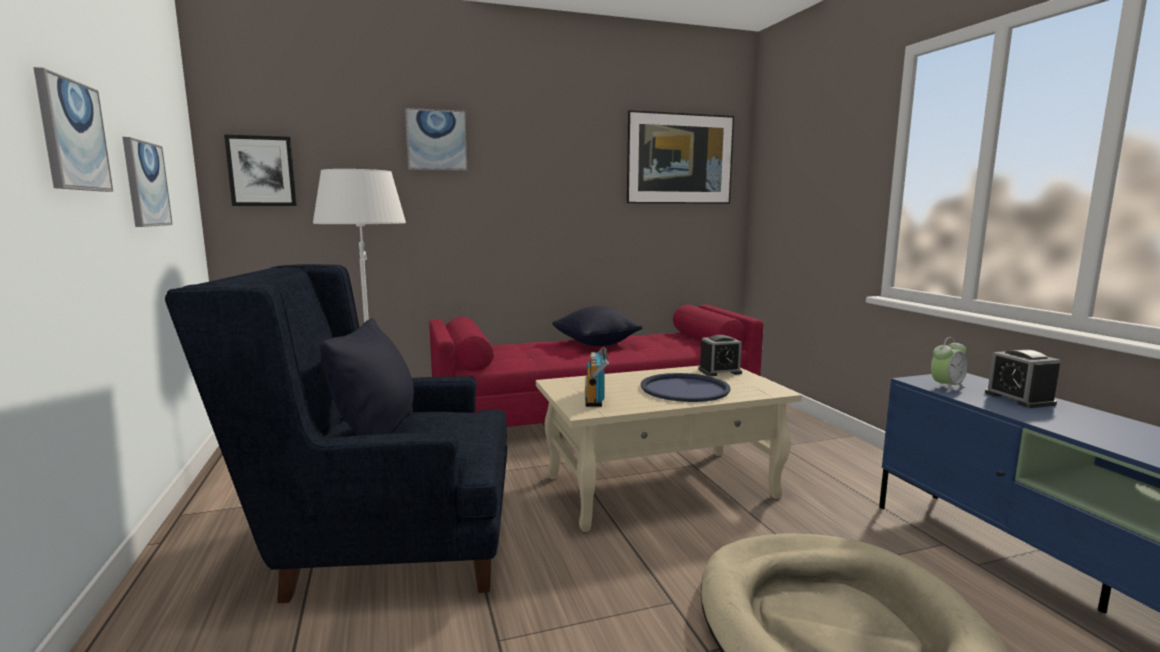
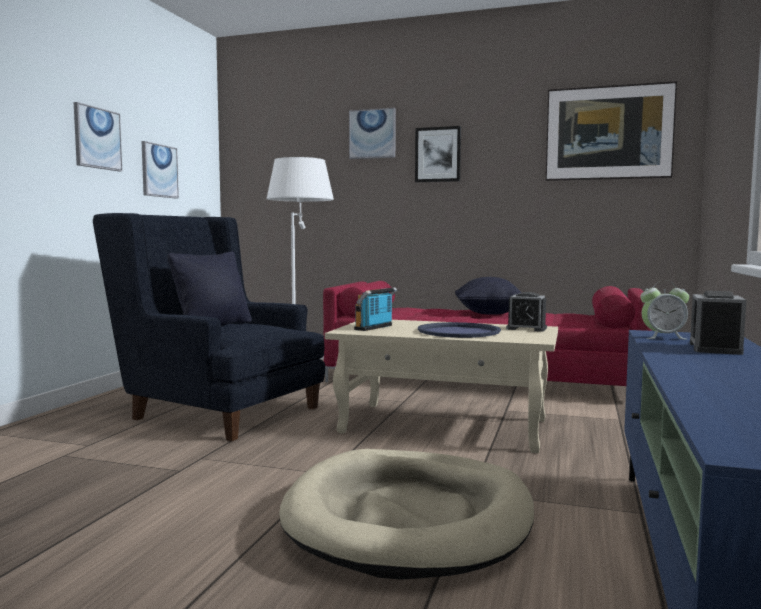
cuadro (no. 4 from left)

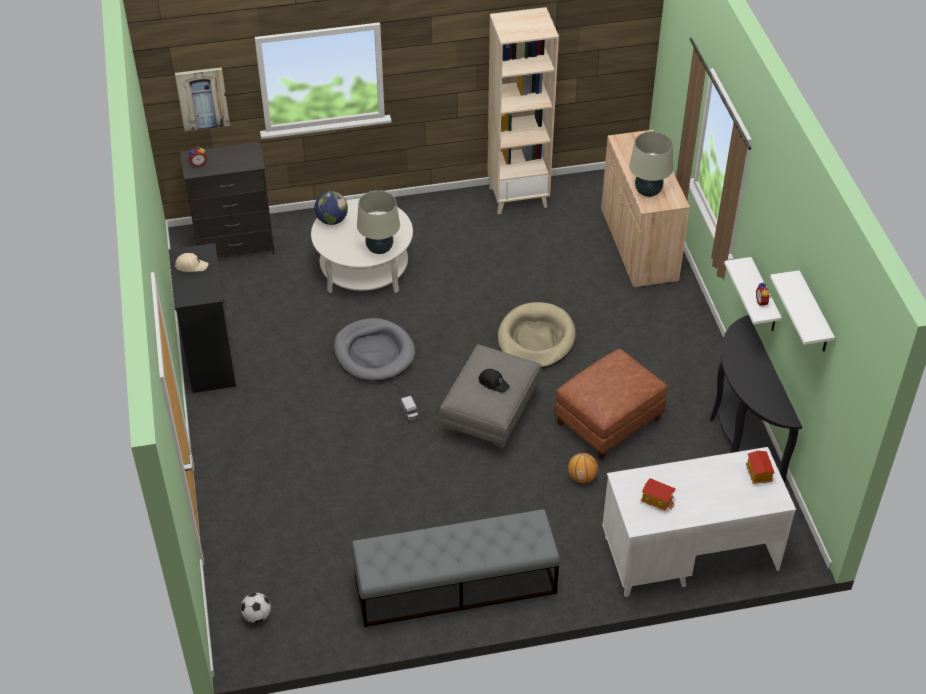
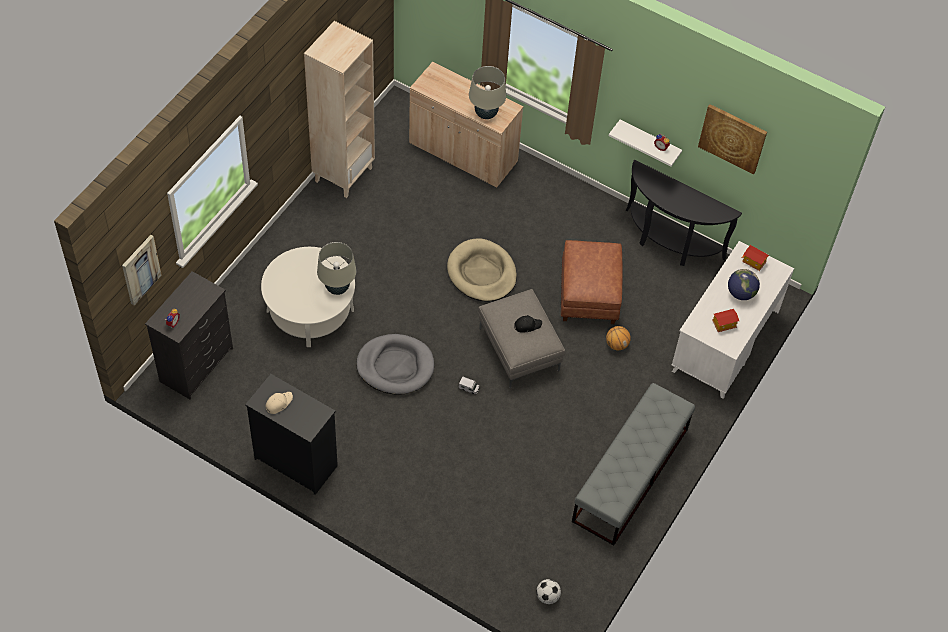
cuadro (no. 2 from left)
globo terráqueo

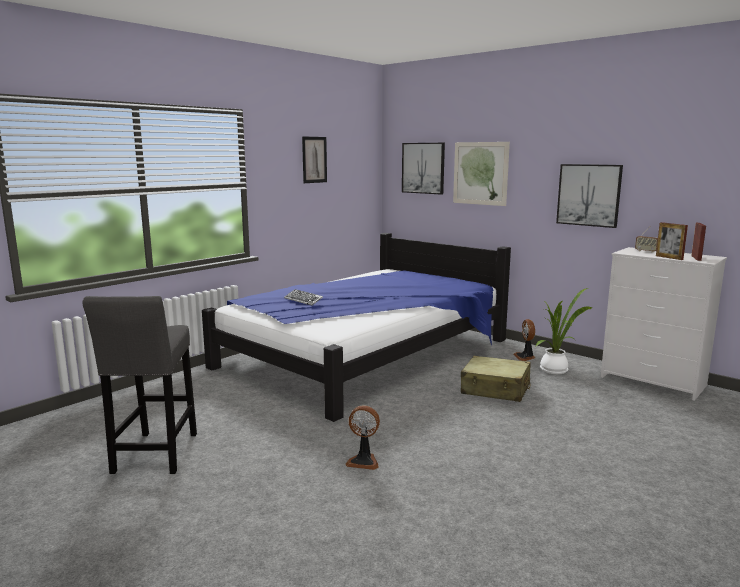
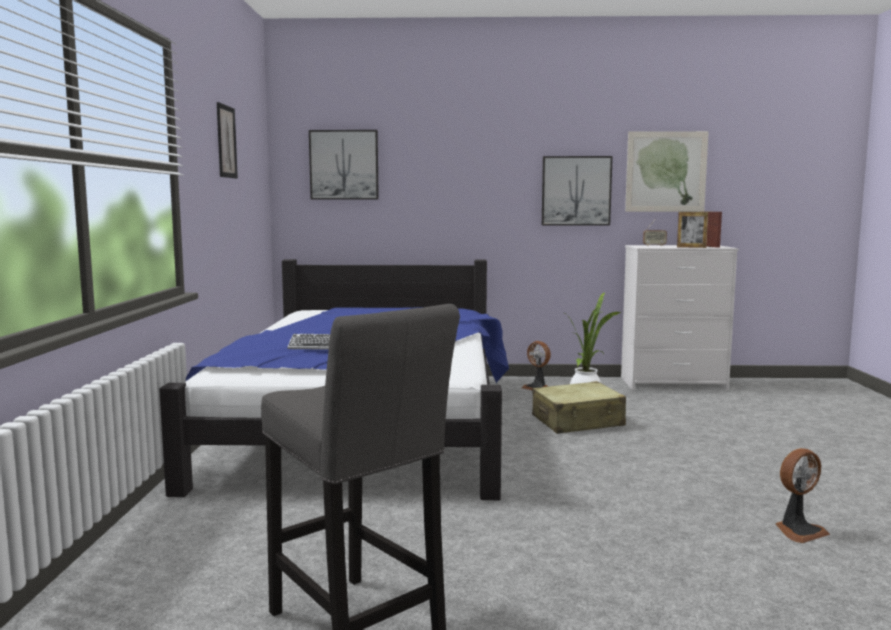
cuadro (no. 4 from left)
ventilador (no. 2 from left)

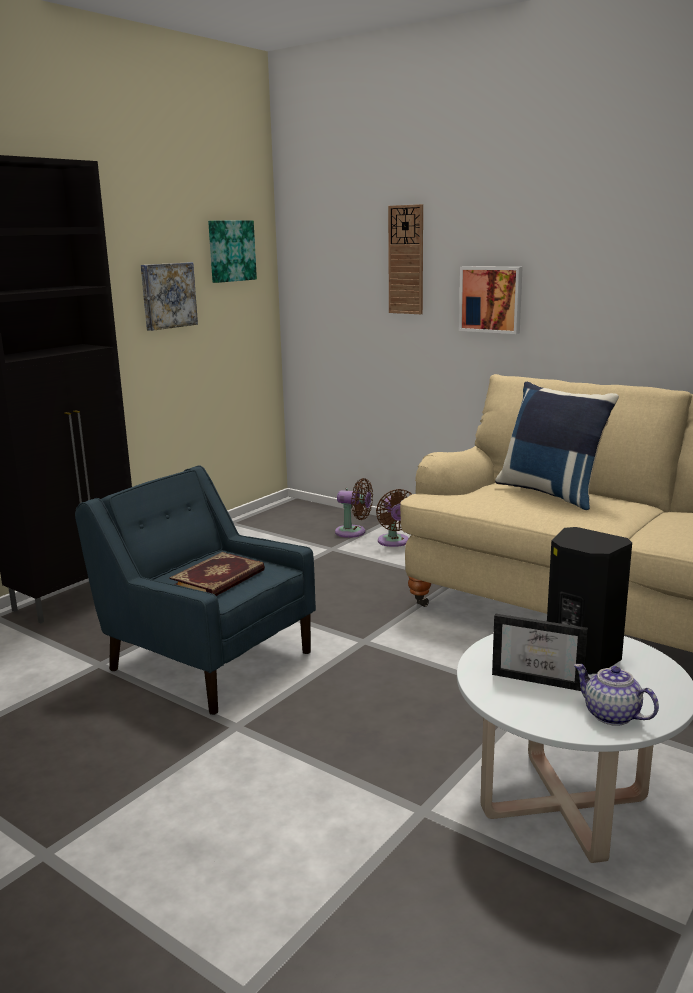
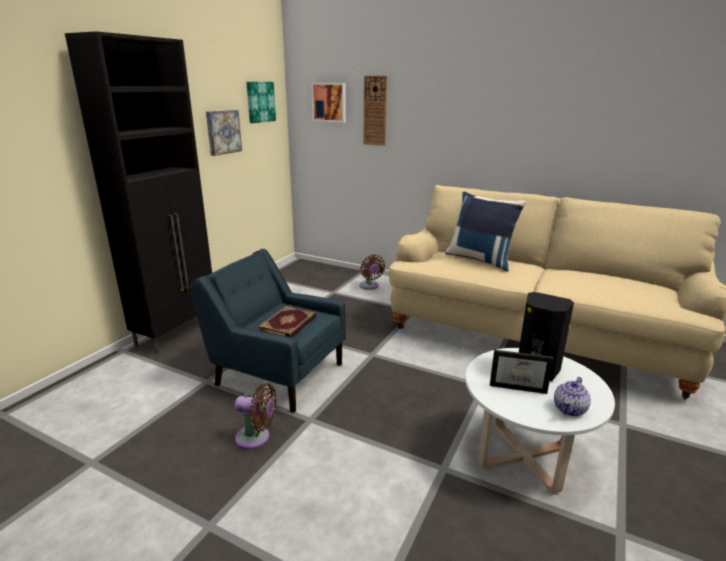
ventilador/marrón (no. 1 from left)
cuadro (no. 3 from left)
tetera

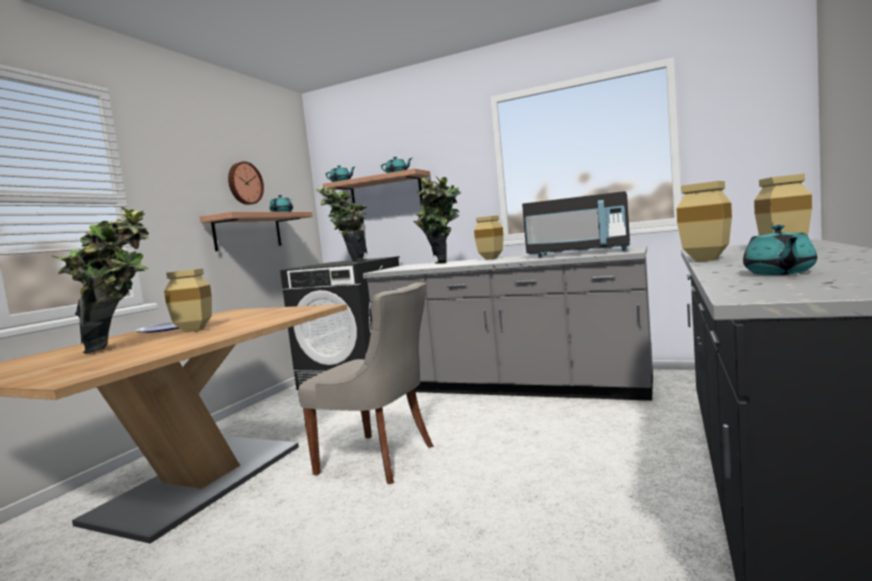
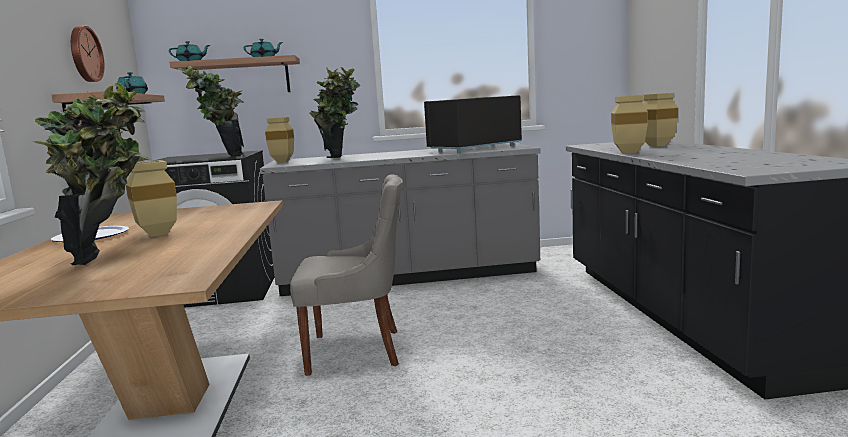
florero/beis (no. 2 from left)
microondas/negro
tetera/turquesa (no. 4 from left in the first image)

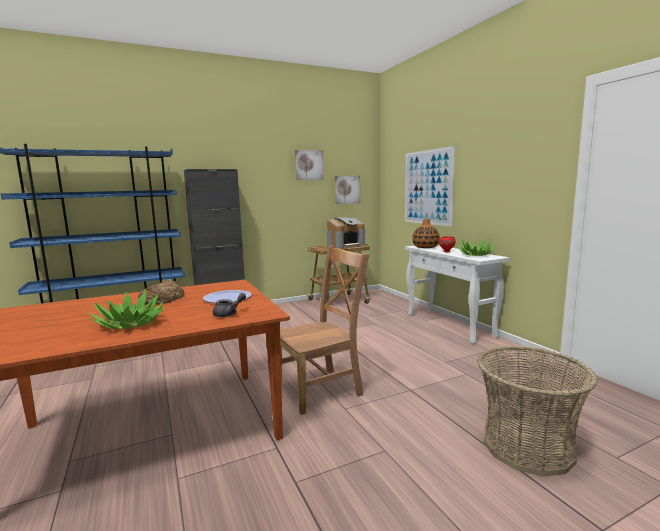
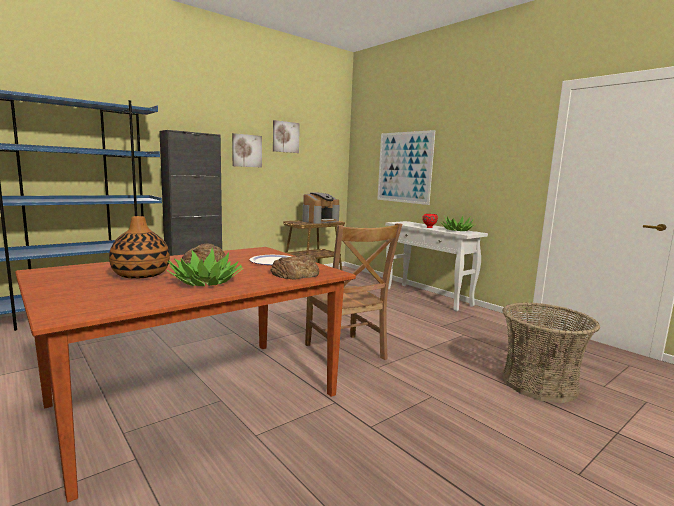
florero
cuadro (no. 1 from left)
pan (no. 2 from left)
silla/marrón

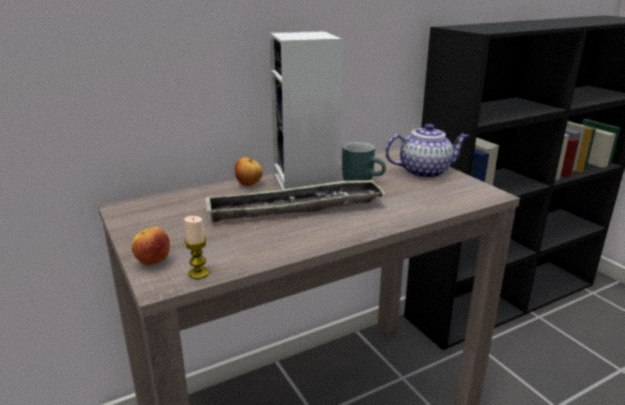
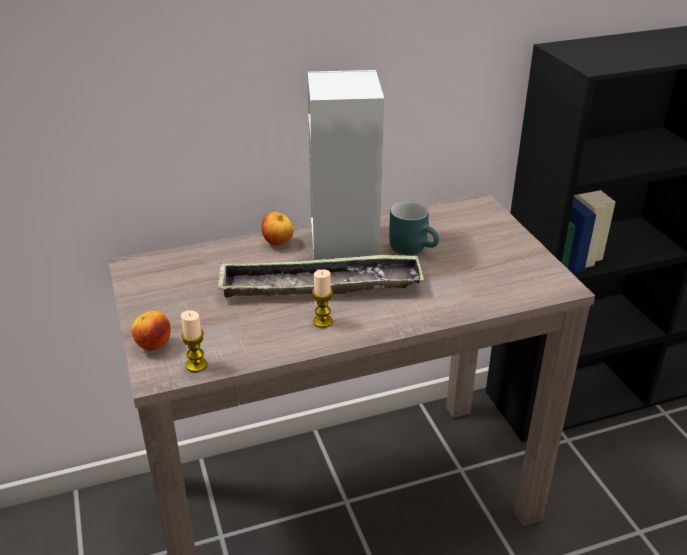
vela (no. 2 from left)
tetera

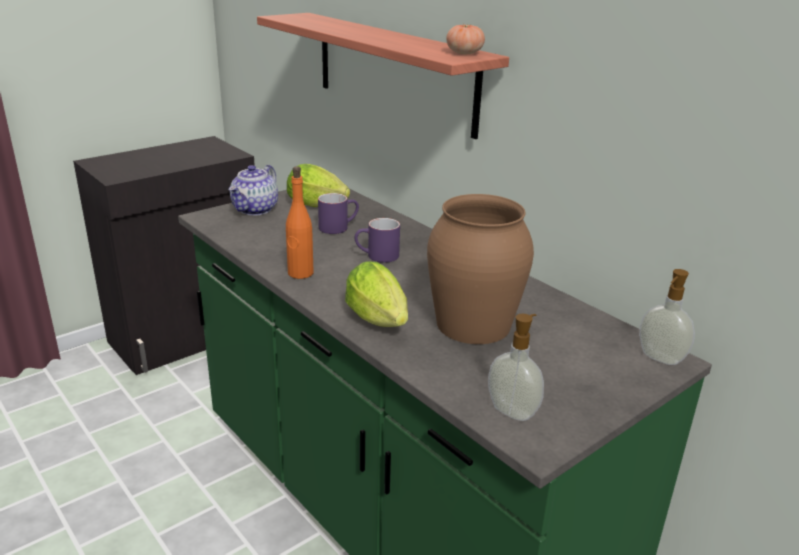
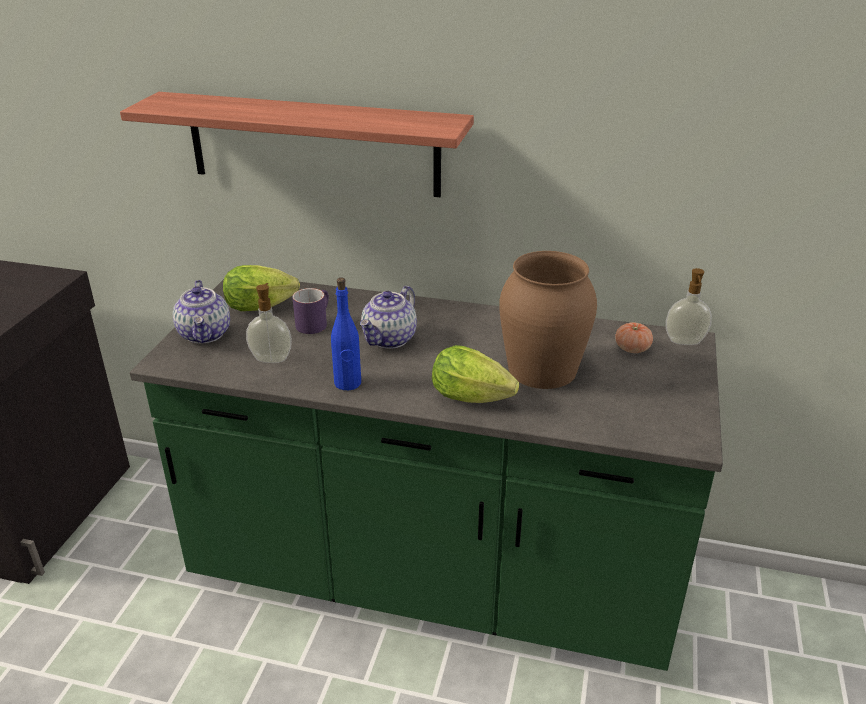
dispensador de jabón (no. 1 from left)
botella/azul
tetera (no. 2 from left)
tomate

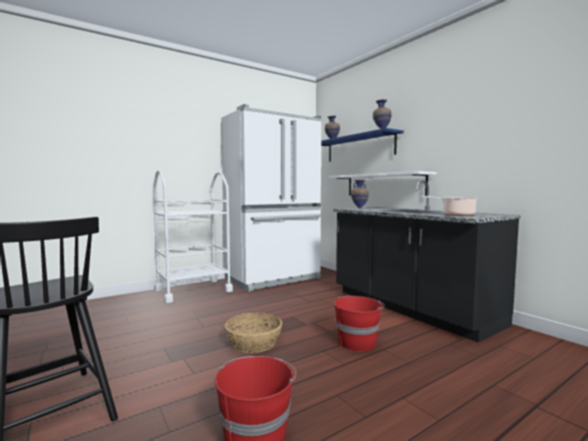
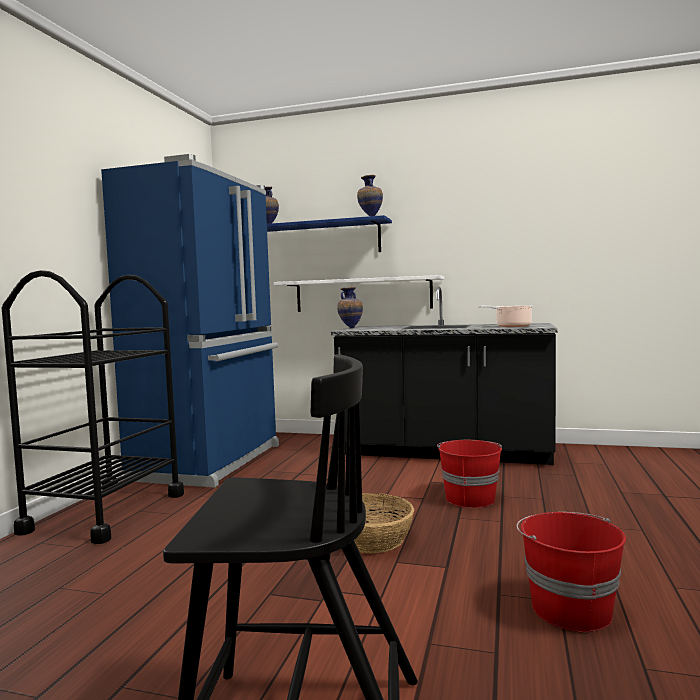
carrito/negro
nevera/azul

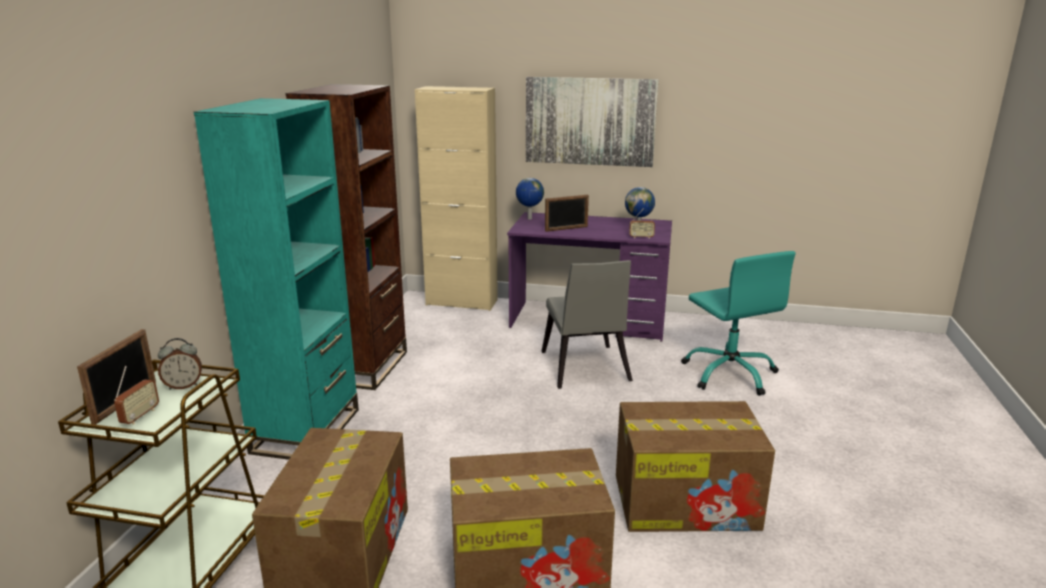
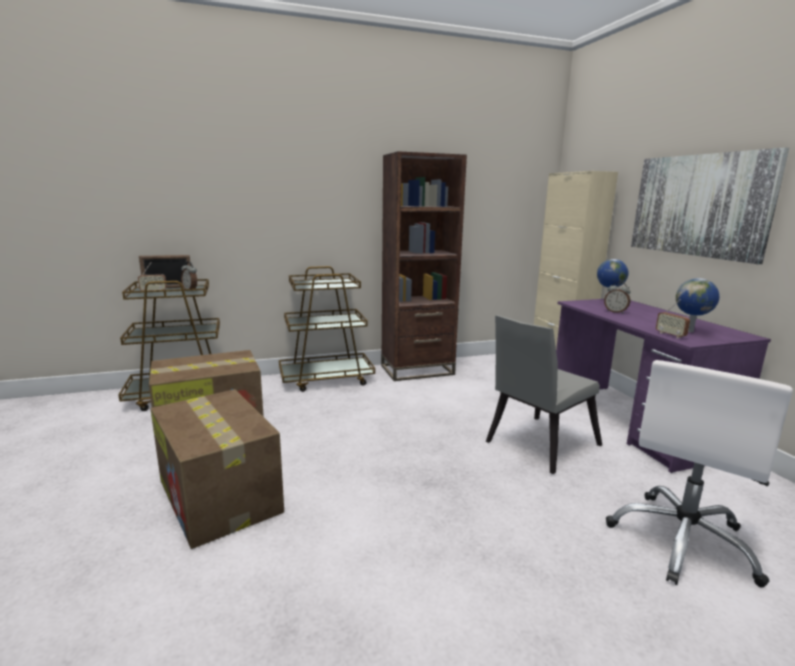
carrito/marrón (no. 2 from left)
despertador (no. 2 from left)
silla de oficina/blanco
caja de cartón (no. 3 from left in the first image)

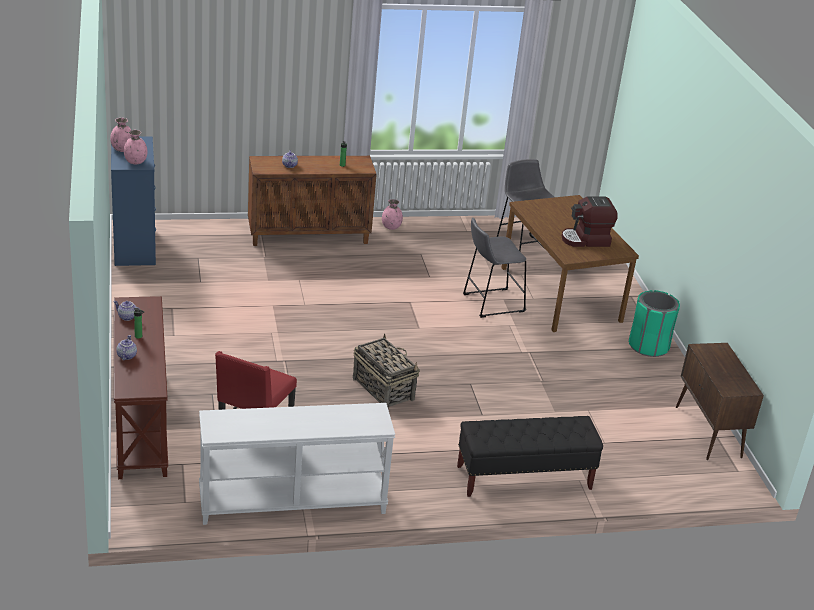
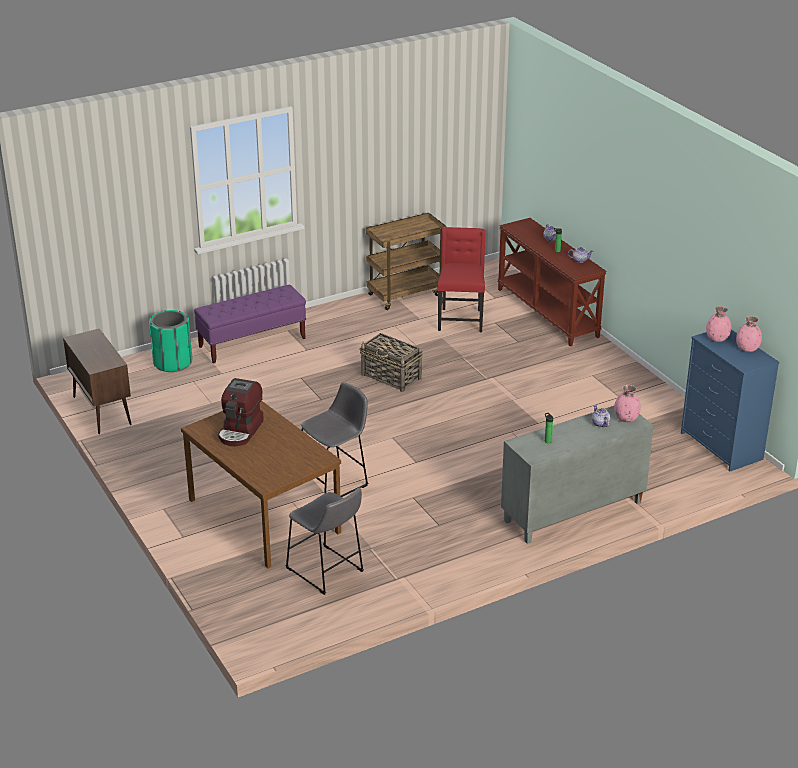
papelera/verde
banco/morado
cafetera
carrito/marrón
armario/gris
florero/rosa (no. 1 from left)

